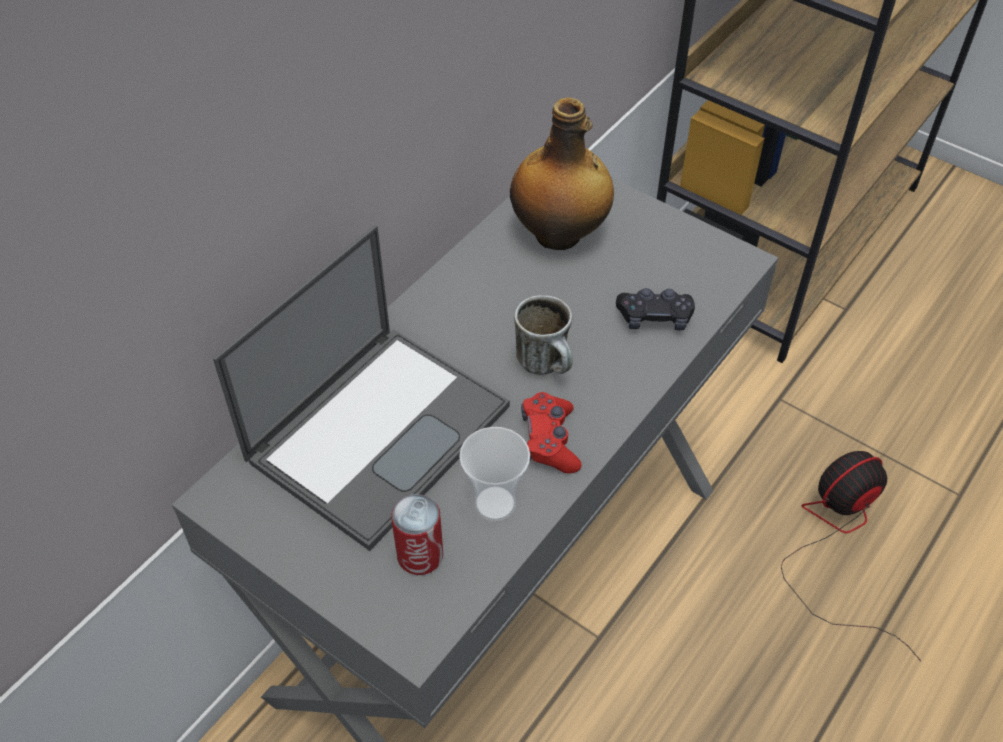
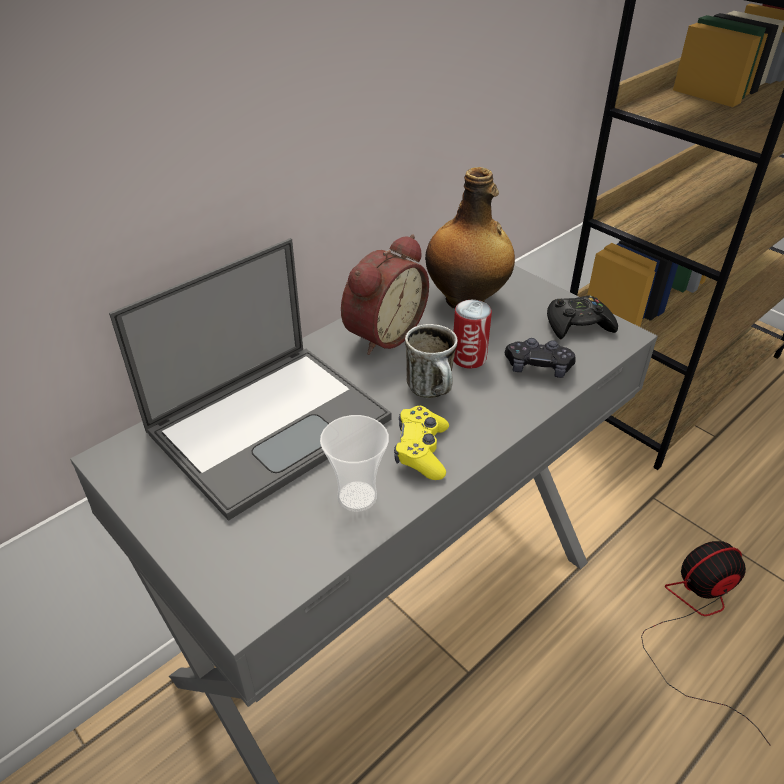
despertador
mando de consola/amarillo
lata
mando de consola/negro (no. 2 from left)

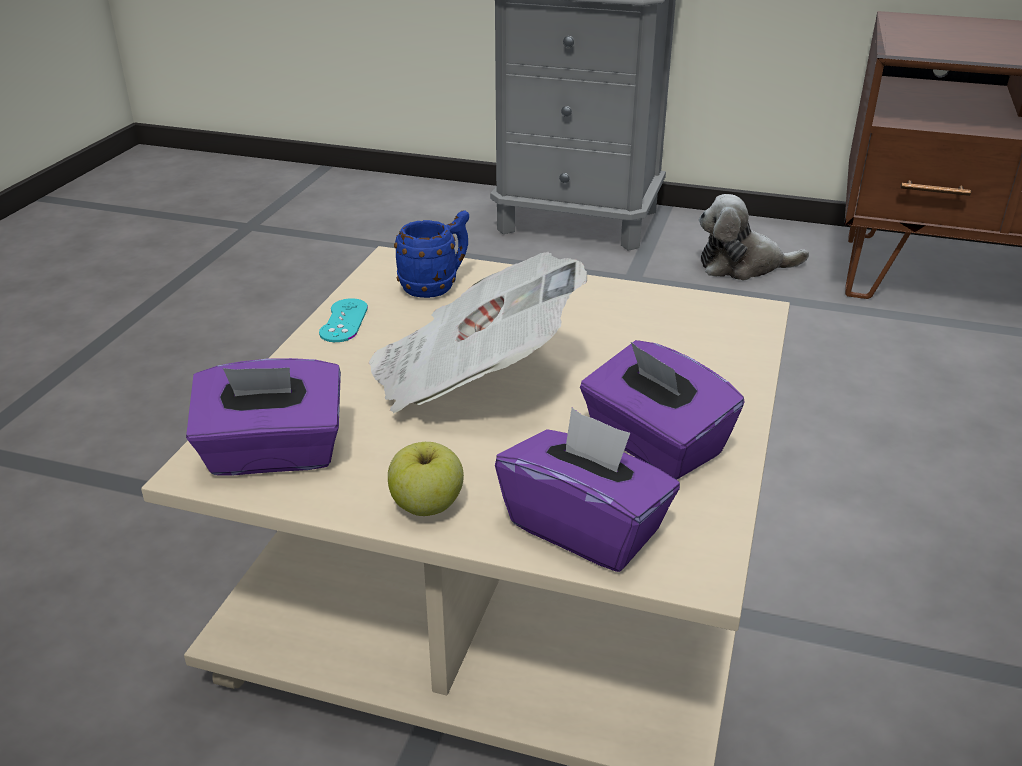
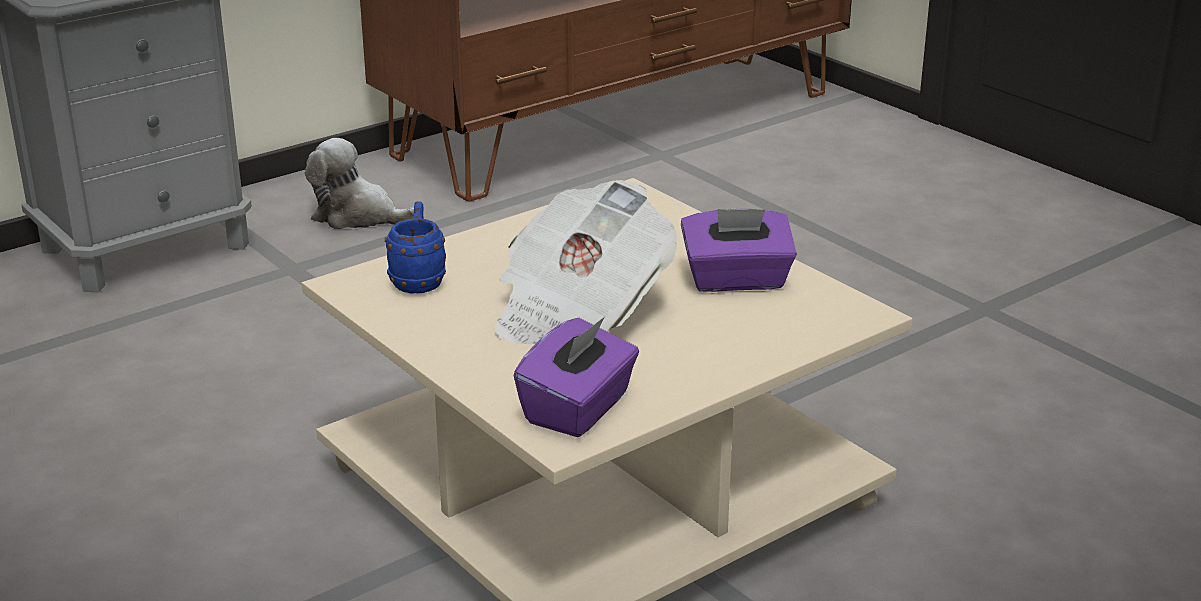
peluche
mando de consola/turquesa
manzana
caja de pañuelos/morado (no. 2 from left in the first image)

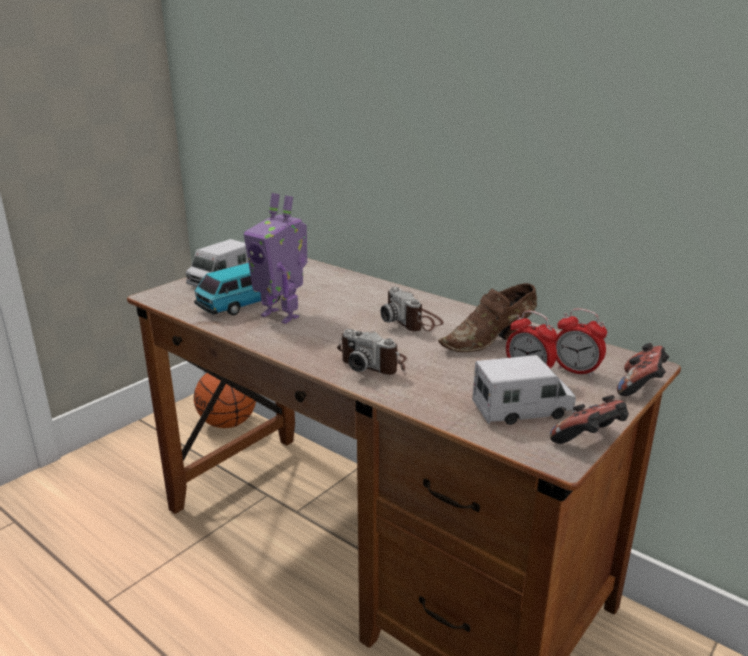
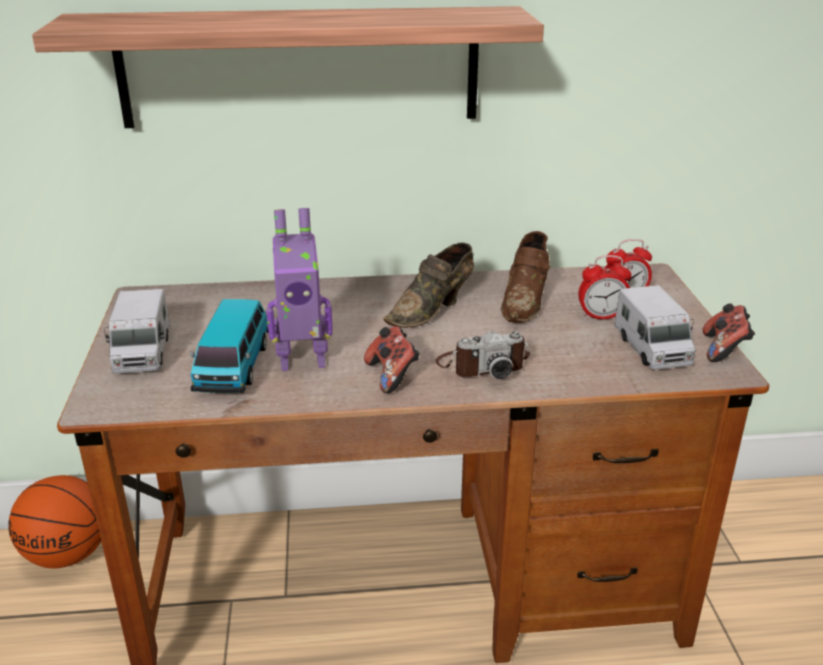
estante
mando de consola (no. 1 from left)
zapato/marrón (no. 1 from left)
camión de juguete (no. 2 from left)

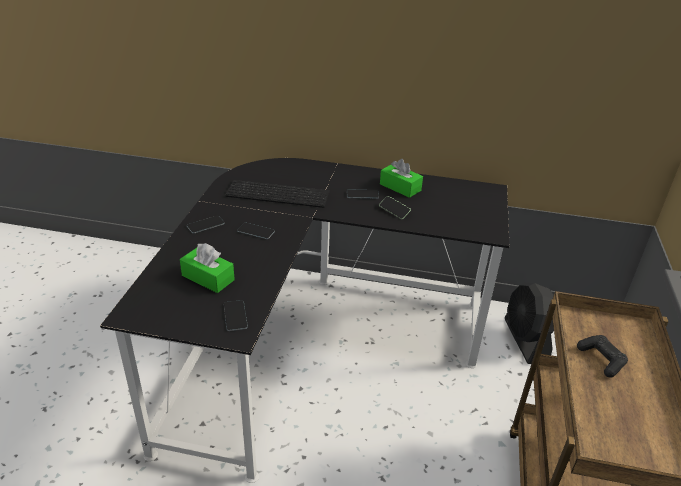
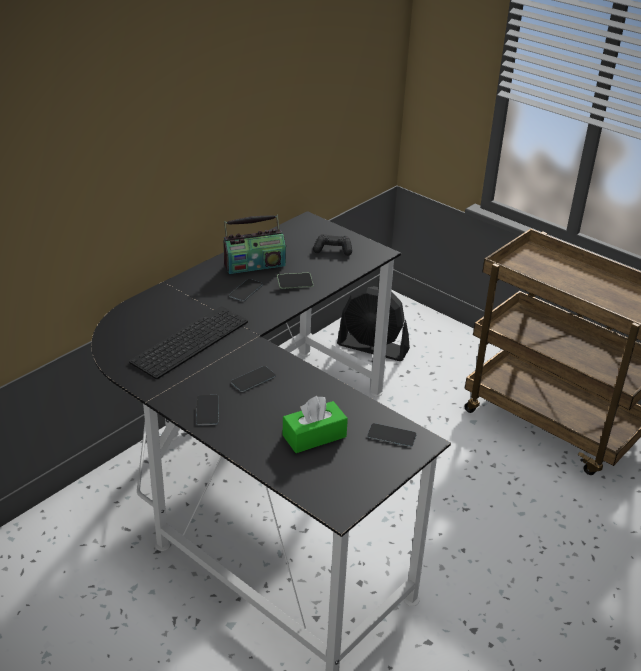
radio
mando de consola/negro

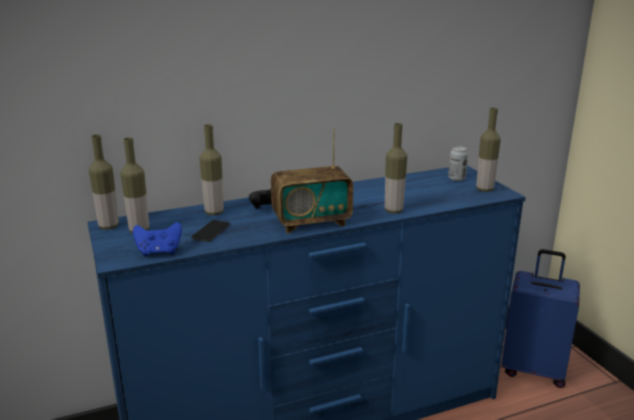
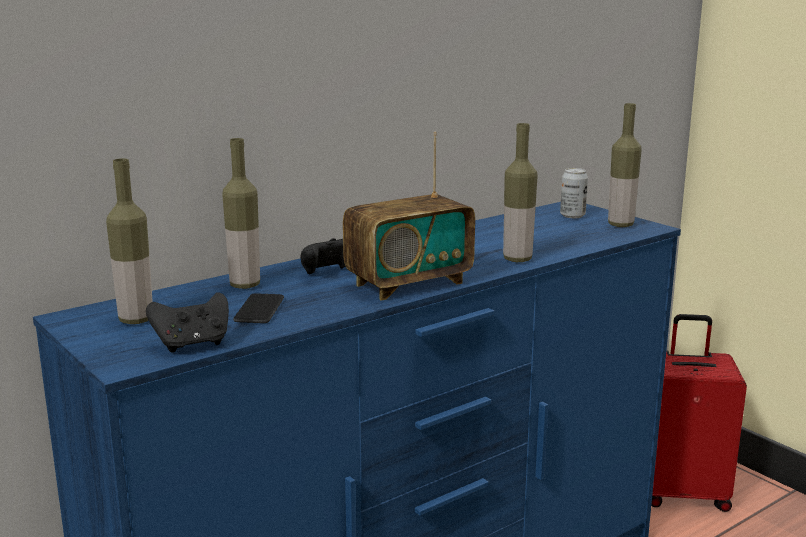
mando de consola/negro (no. 1 from left)
maleta/rojo
botella (no. 1 from left in the first image)

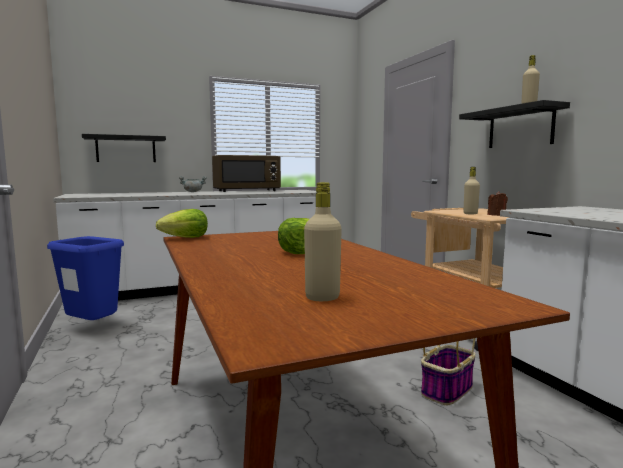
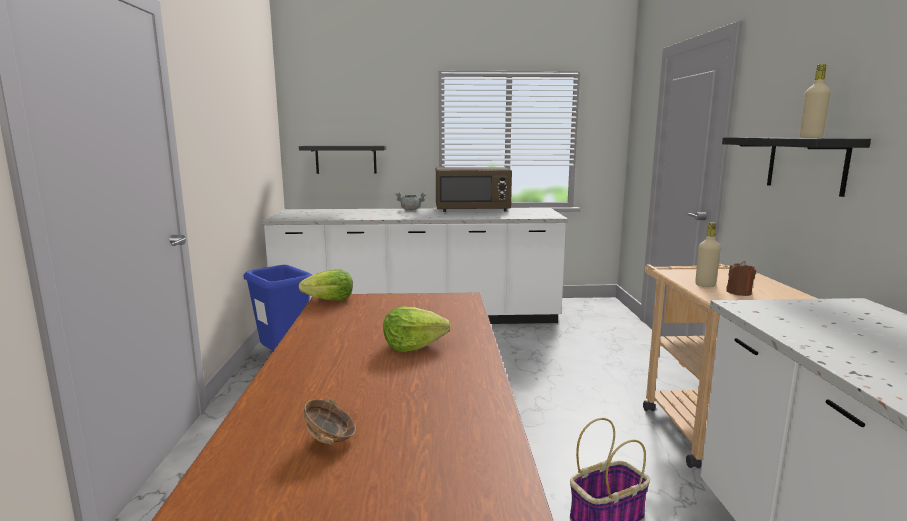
cuenco

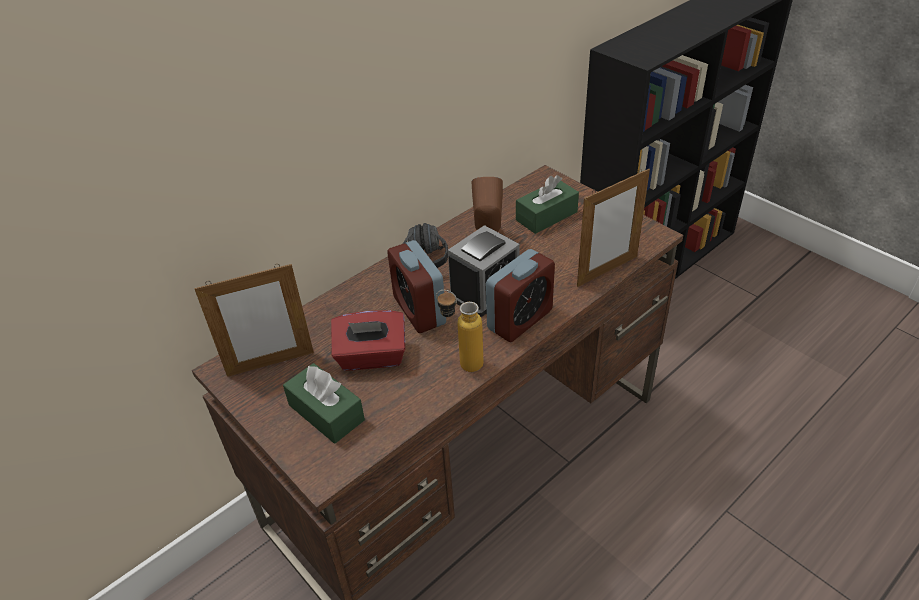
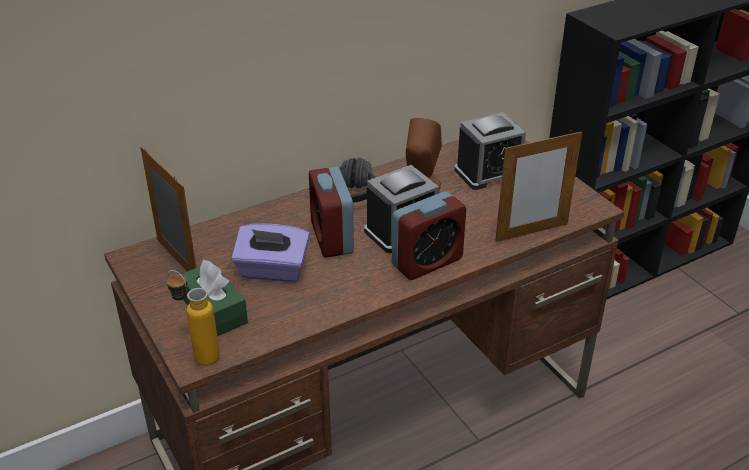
portarretratos (no. 1 from left)
botella
caja de pañuelos/morado
despertador (no. 4 from left)

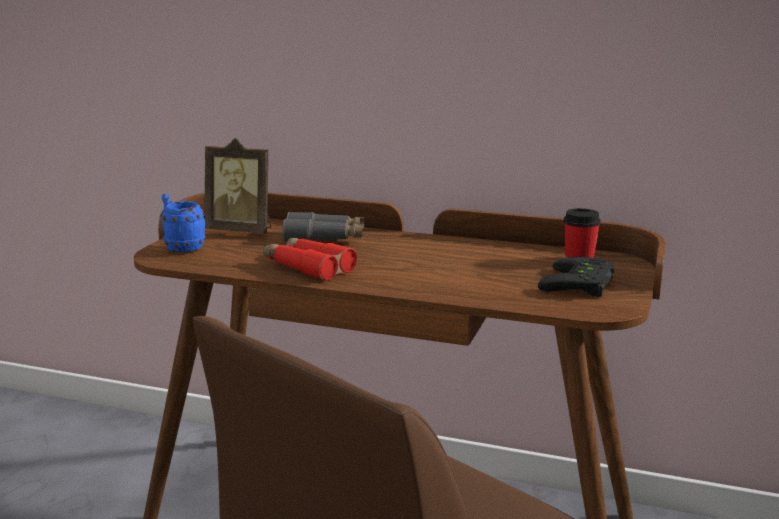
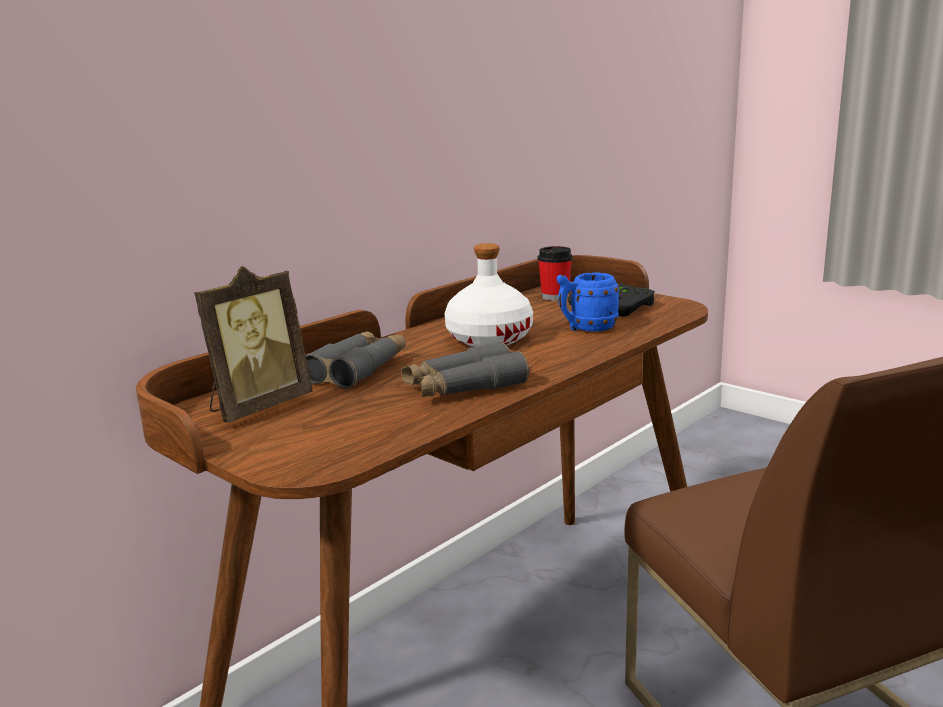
prismáticos/gris (no. 2 from left)
botella/blanco
taza grande/azul

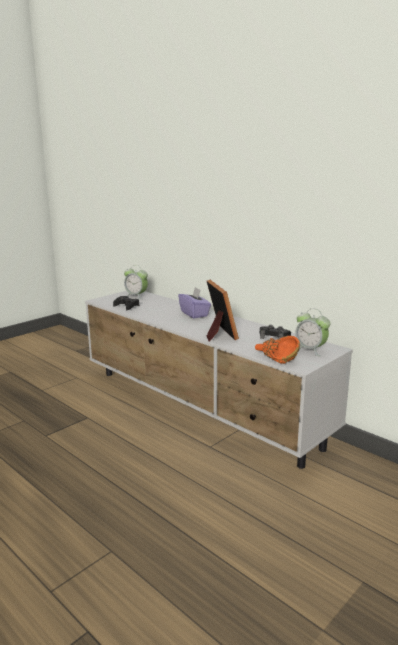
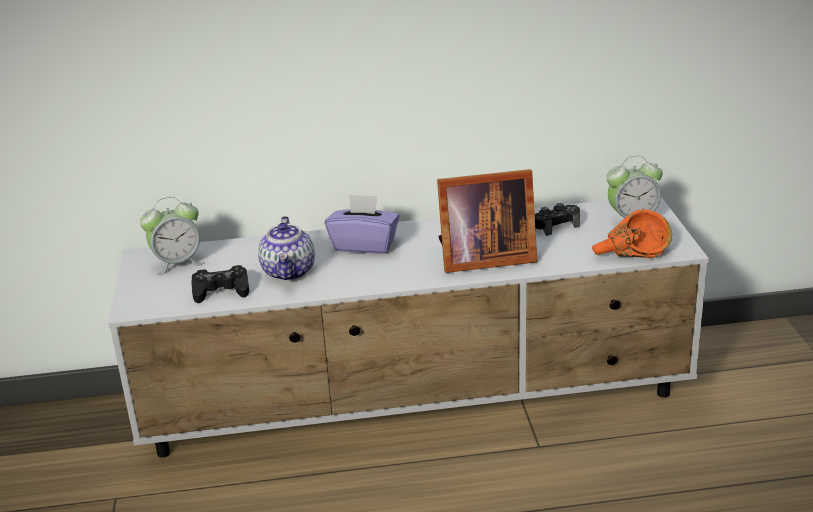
tetera
portarretratos

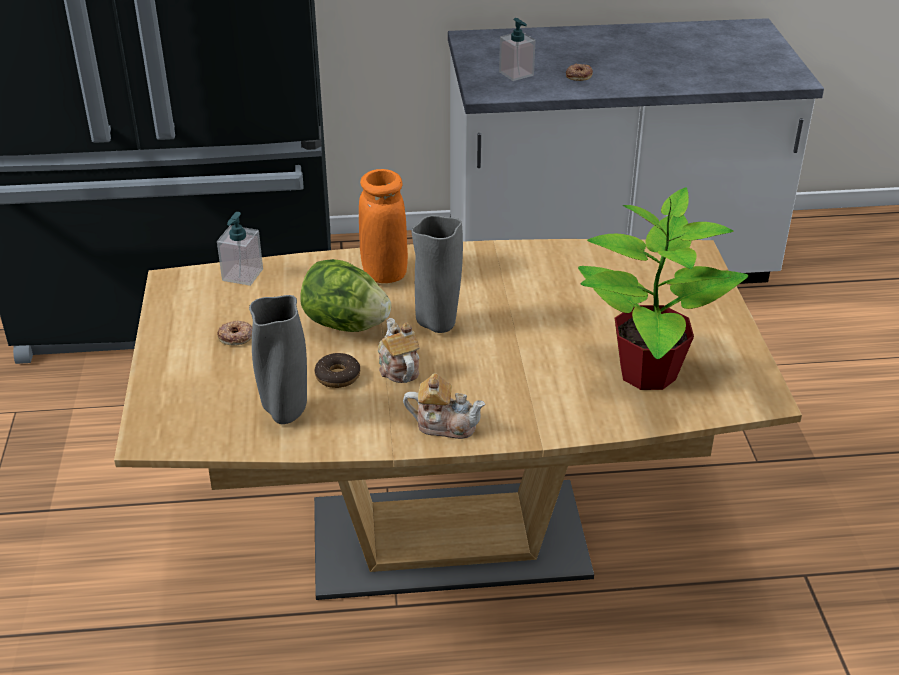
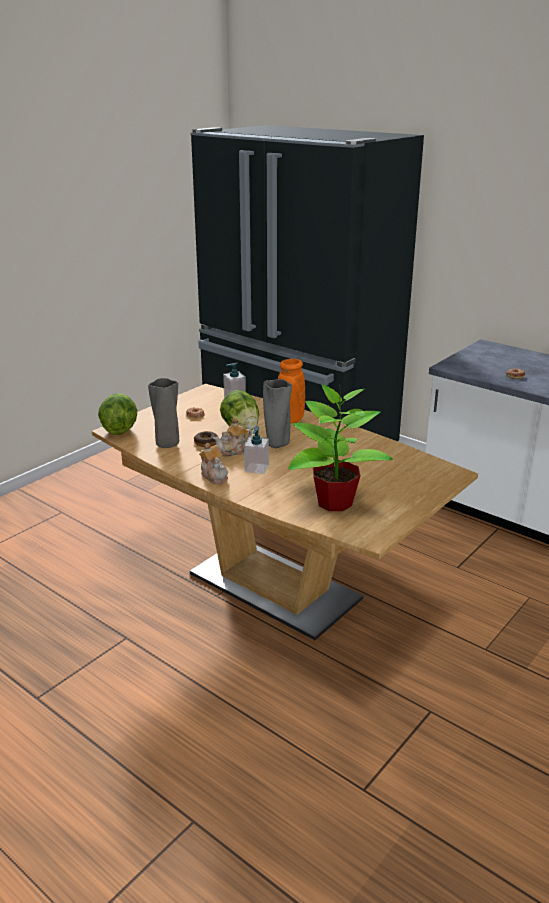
lechuga (no. 1 from left)
tetera (no. 2 from left)
dispensador de jabón (no. 2 from left)

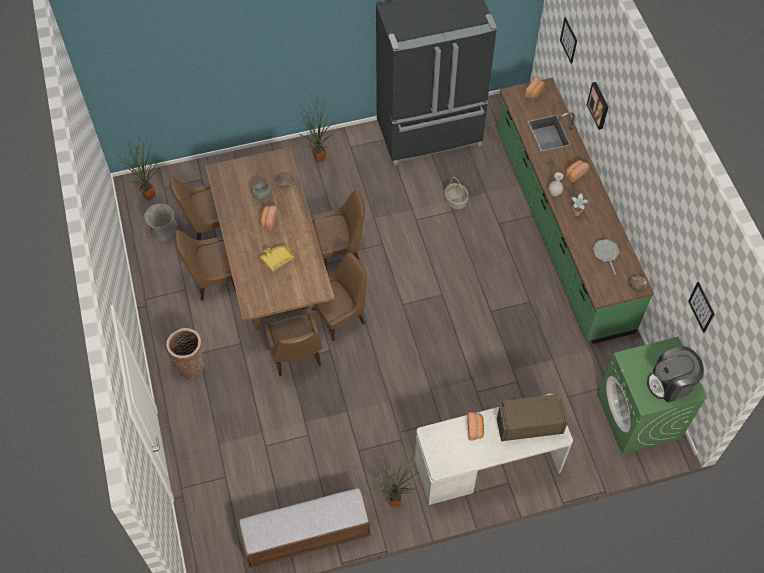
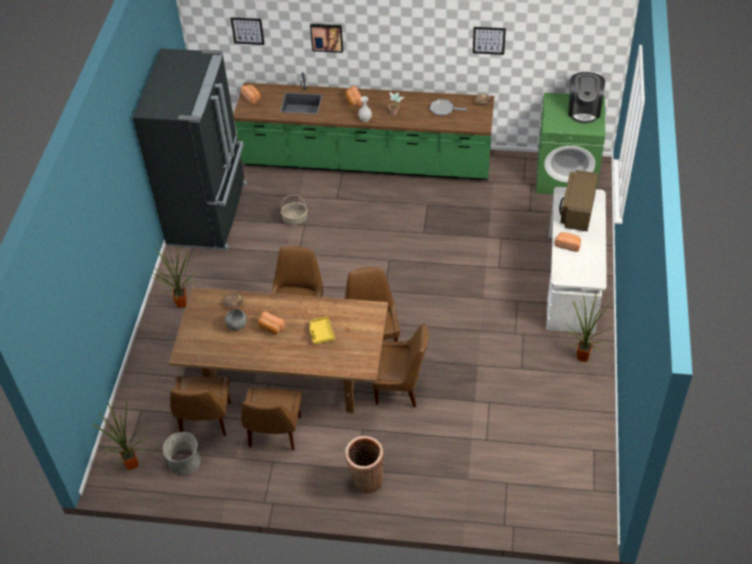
cuadro (no. 3 from left)
banco

